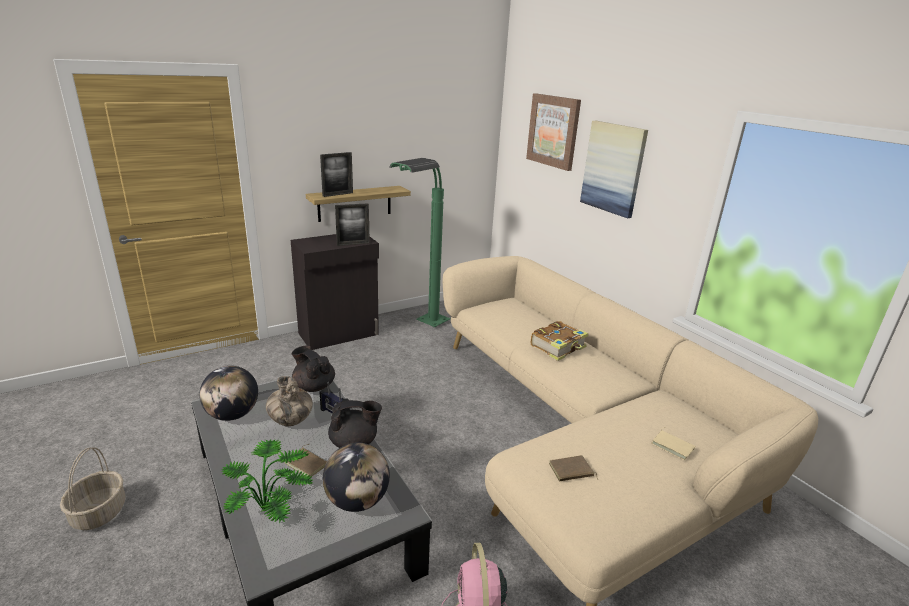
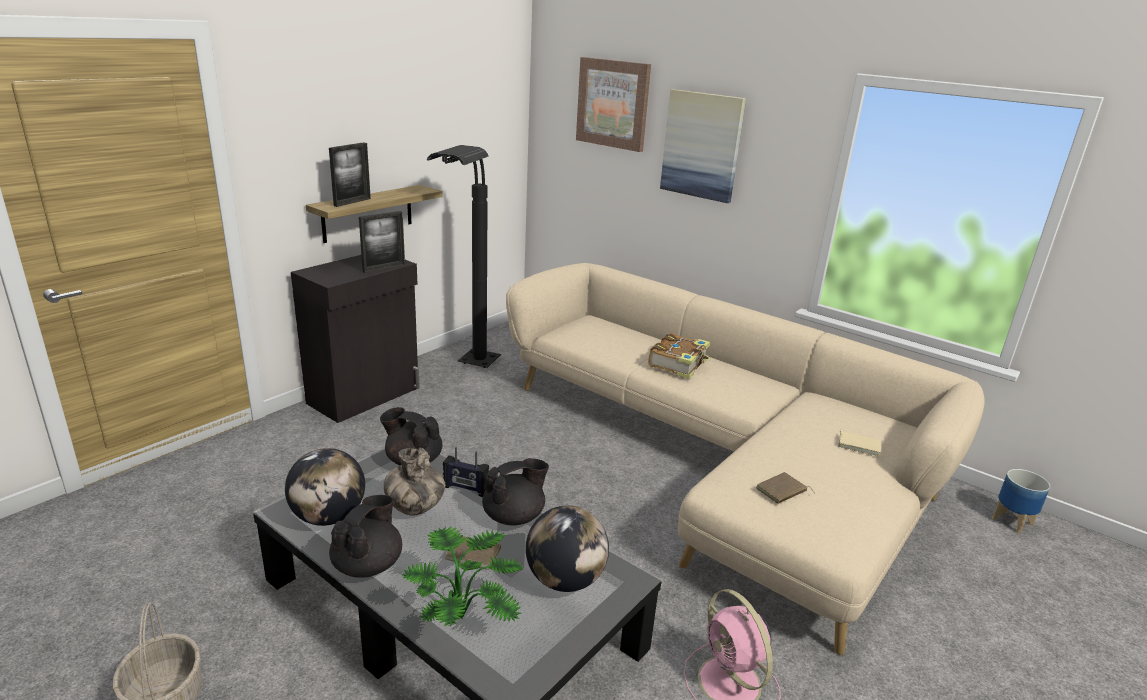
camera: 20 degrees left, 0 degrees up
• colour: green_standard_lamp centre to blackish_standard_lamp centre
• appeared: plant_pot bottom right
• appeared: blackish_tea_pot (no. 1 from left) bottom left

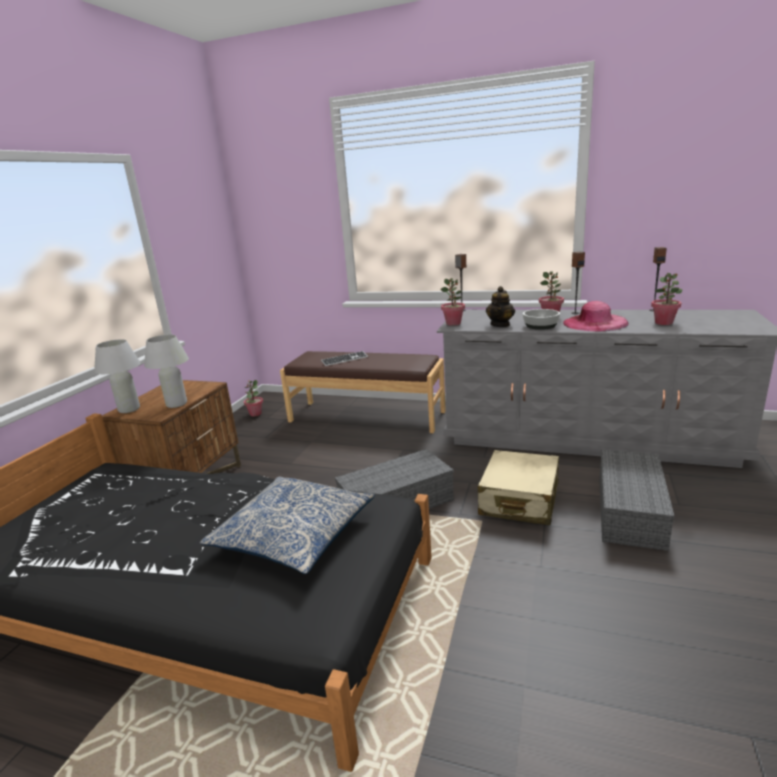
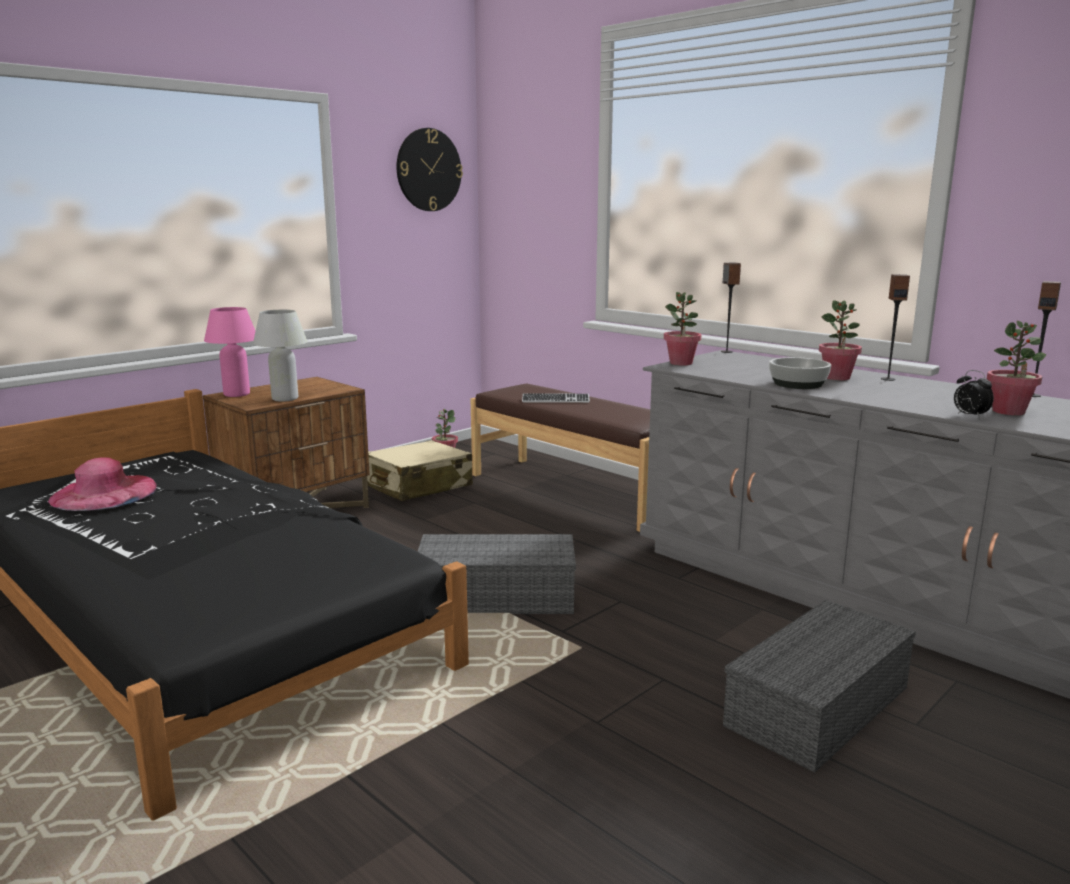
camera: 25 degrees right, 5 degrees down
• missing: tea_pot centre
• relocated: pink-coloured_hat middle right to middle left
• colour: white-coloured_table_lamp (no. 1 from left) middle left to pink-coloured_table_lamp middle left
• relocated: beige-coloured_travel_case middle right to centre
• missing: cushion bottom centre
• appeared: wall_clock top centre
• appeared: alarm_clock middle right

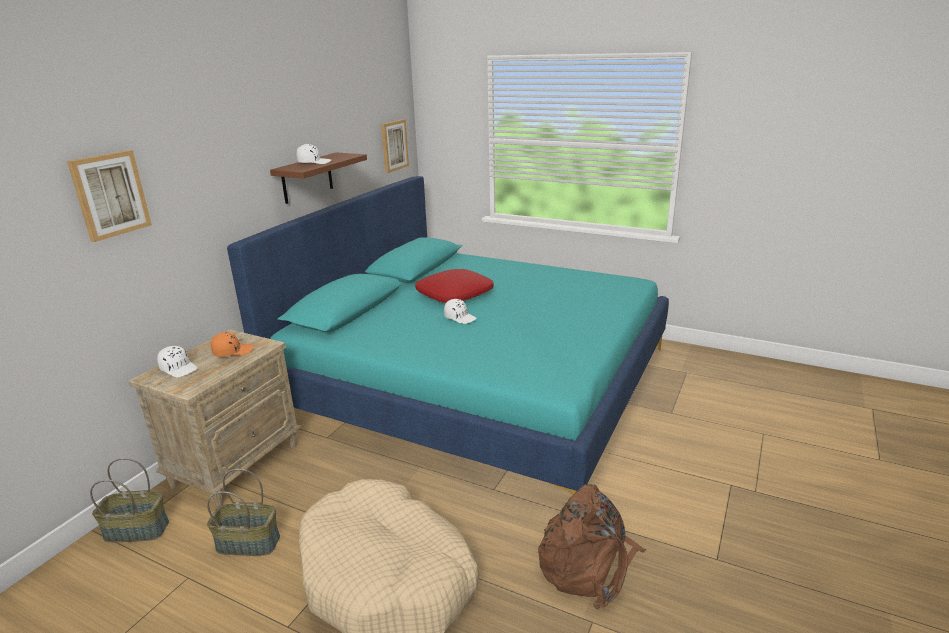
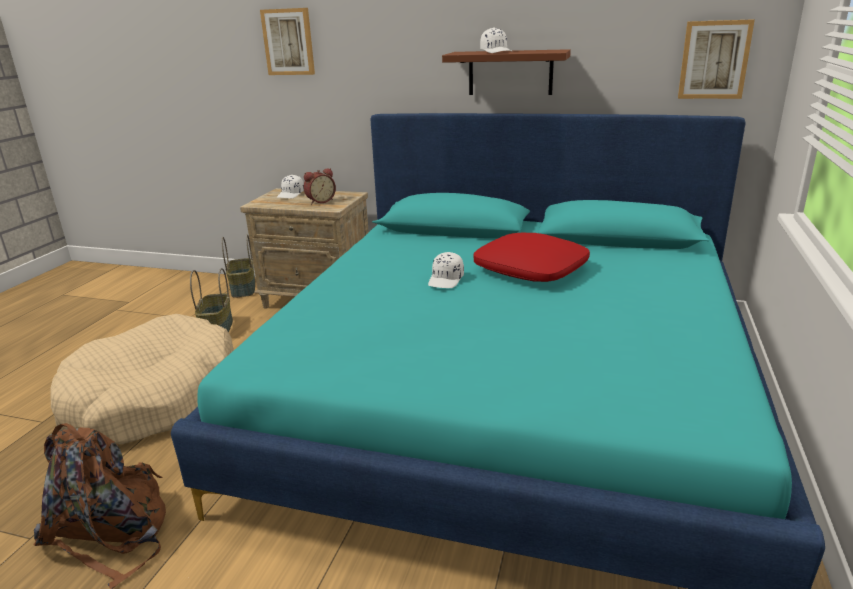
camera: 80 degrees right, 0 degrees up
• exchanged: orange_baseball_cap middle left to alarm_clock top centre

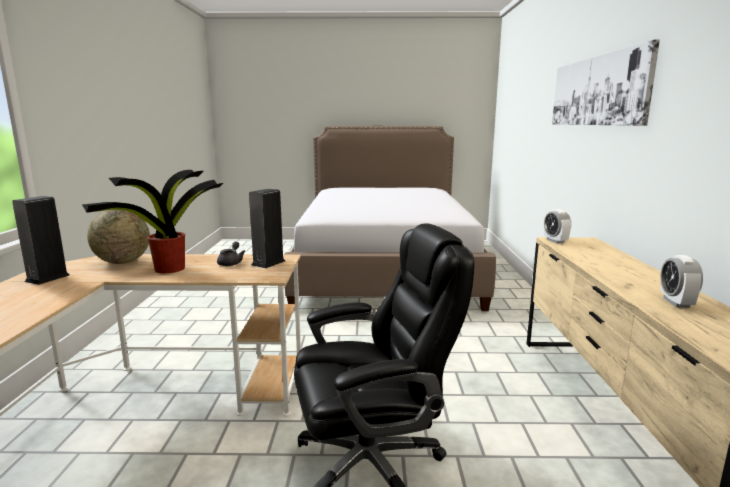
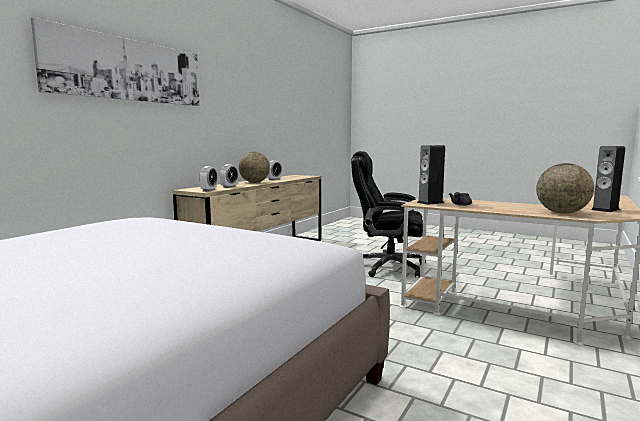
camera: 150 degrees left, 5 degrees down
• missing: potted_plant middle left
• appeared: desk_globe (no. 1 from left) centre
• appeared: alarm_clock (no. 2 from left) centre

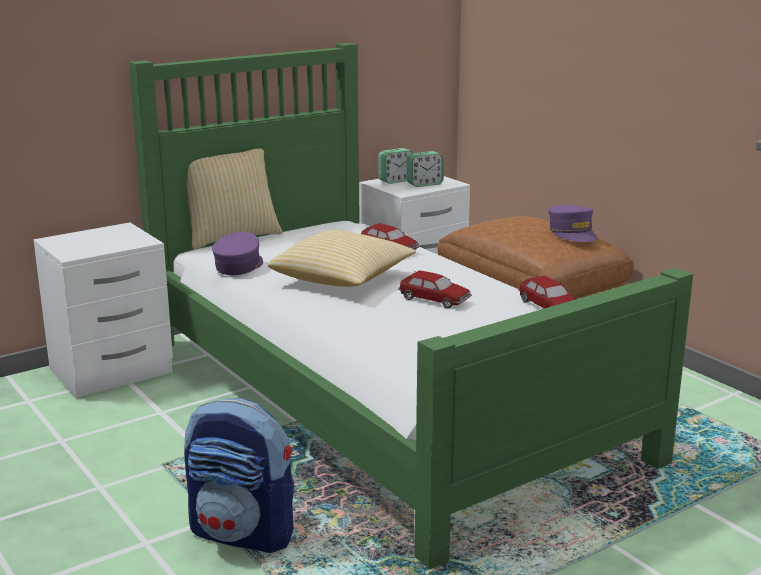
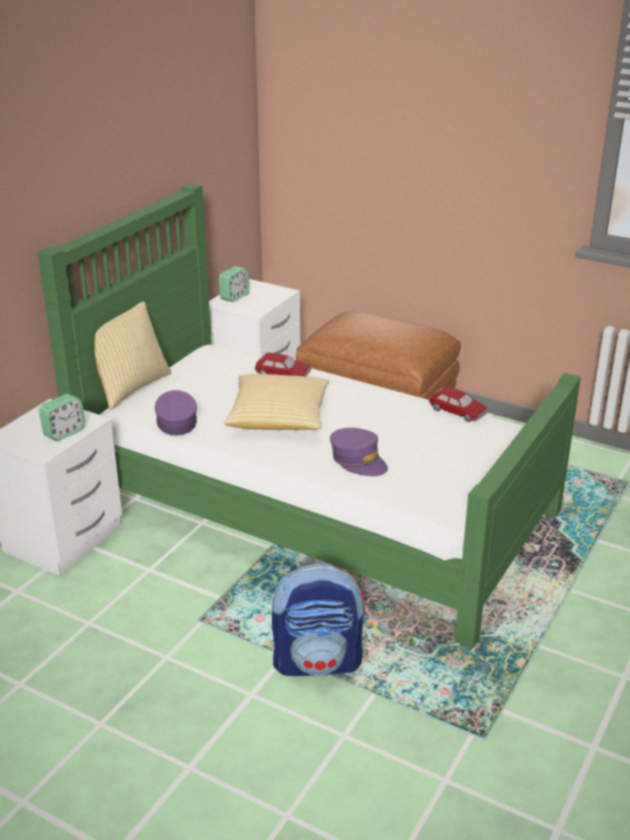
camera: 25 degrees left, 10 degrees up
• relocated: alarm_clock (no. 2 from left in the first image) top centre to alarm_clock (no. 1 from left) middle left
• relocated: purplish_baseball_cap (no. 2 from left) middle right to centre
• missing: toy_car (no. 2 from left) centre

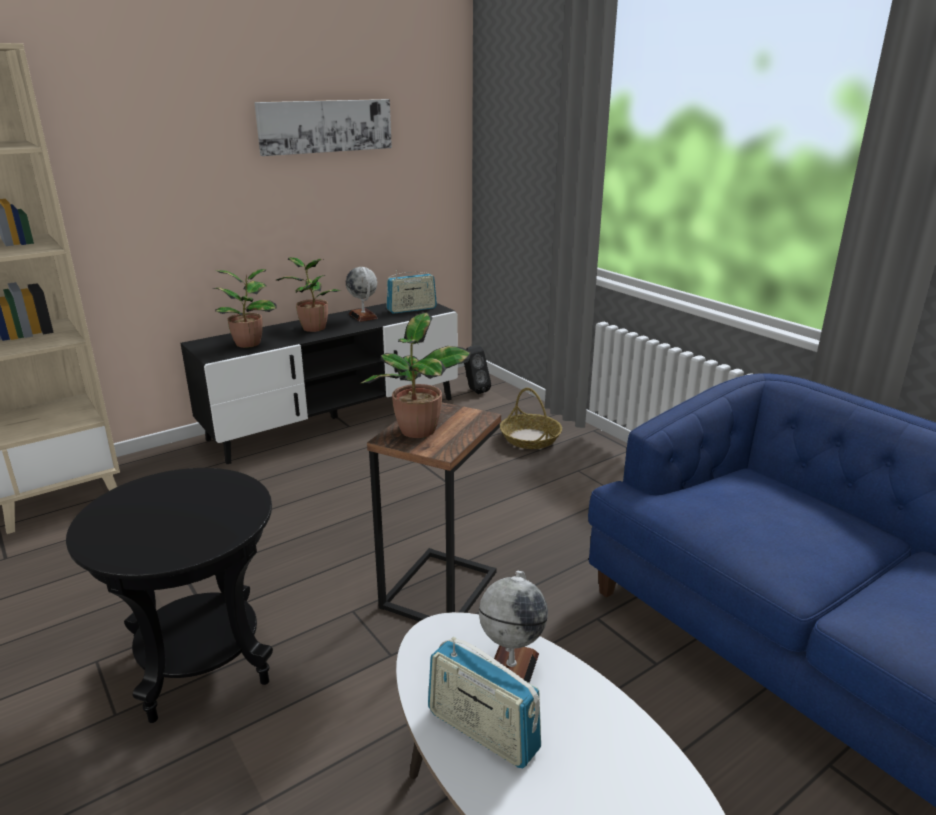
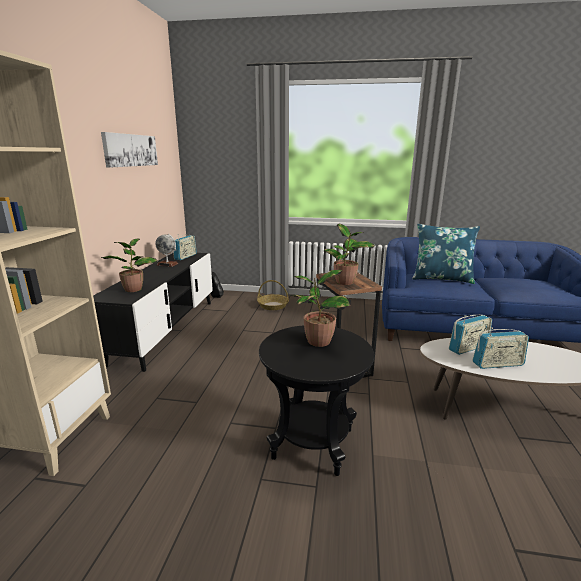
camera: 45 degrees left, 5 degrees down
• relocated: potted_plant (no. 2 from left) middle left to centre
• exchanged: desk_globe (no. 2 from left) bottom centre to radio (no. 2 from left) middle right
• appeared: blue-coloured_cushion middle right

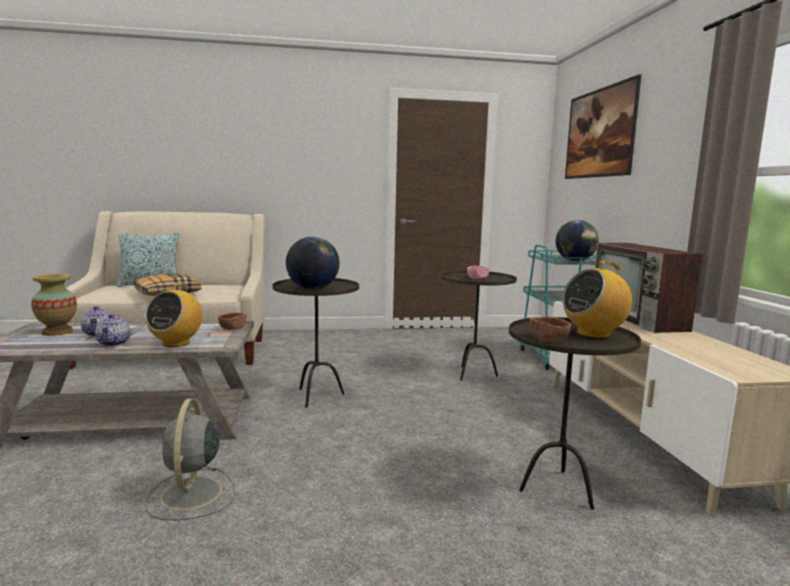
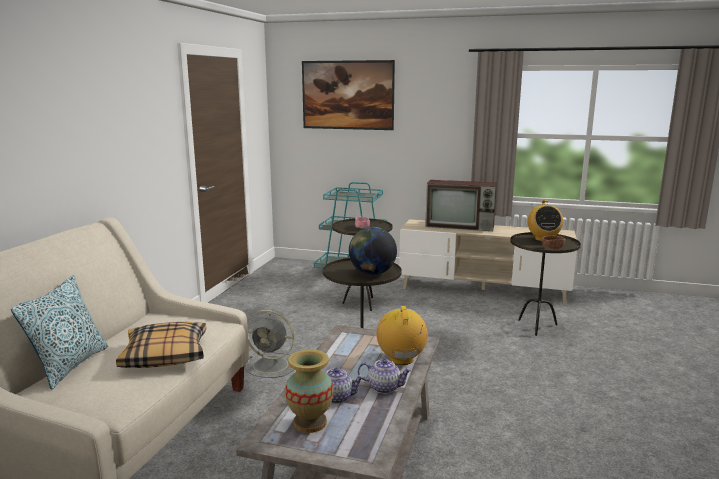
camera: 65 degrees left, 5 degrees up
• missing: desk_globe (no. 2 from left) middle right
• spun: radio (no. 1 from left) middle left = bottom centre 135 degrees counterclockwise
• missing: brown_deep_dish (no. 1 from left) middle left
• relocated: greyish_fan bottom left to bottom centre

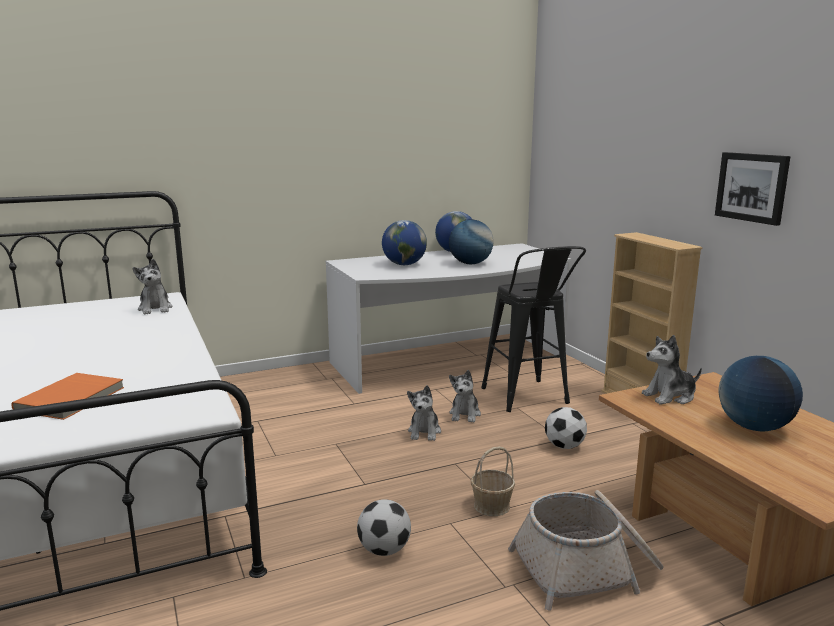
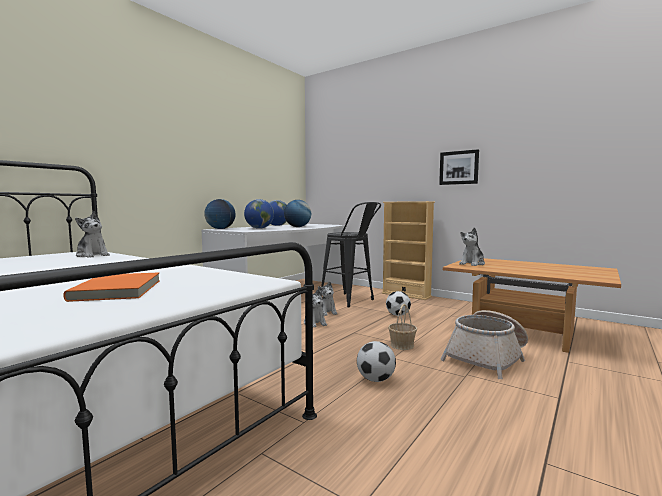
camera: 30 degrees left, 10 degrees down
• relocated: desk_globe (no. 4 from left in the first image) middle right to desk_globe (no. 1 from left) middle left

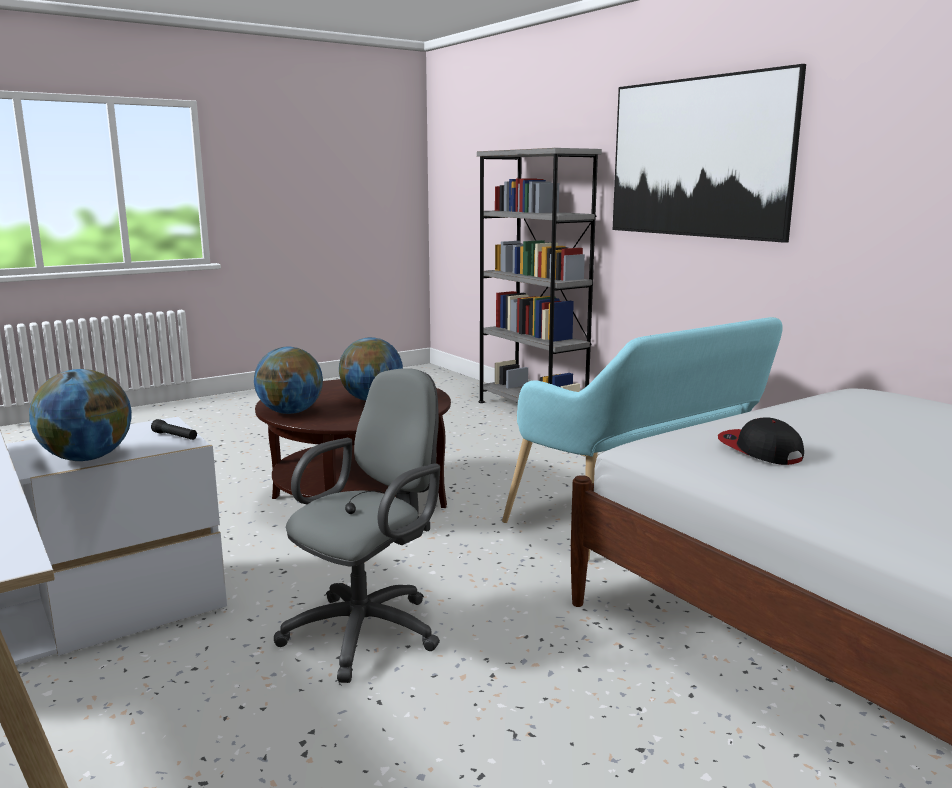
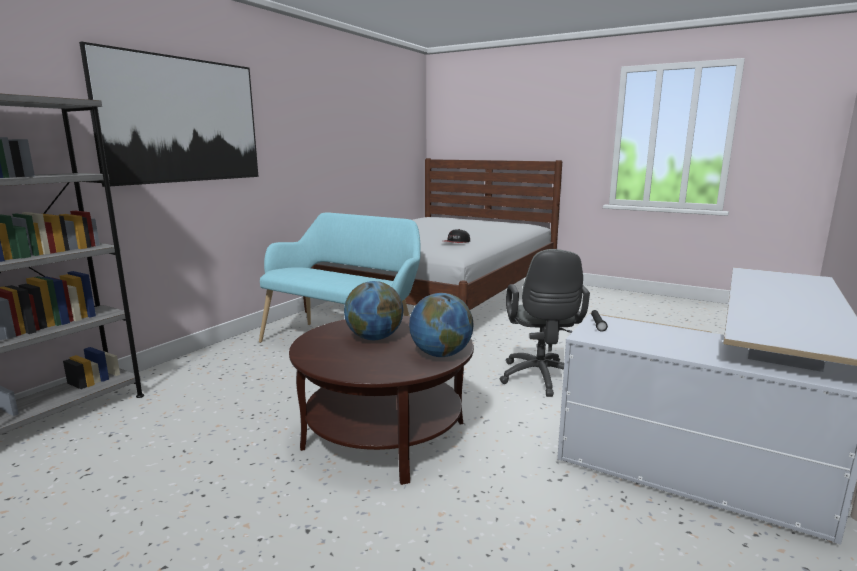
camera: 115 degrees left, 0 degrees up
• spun: greyish_office_chair centre = centre 105 degrees counterclockwise
• missing: desk_globe (no. 1 from left) middle left

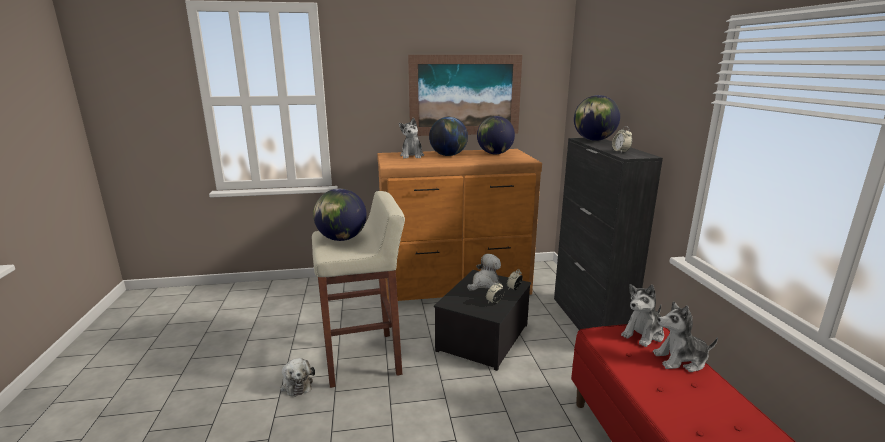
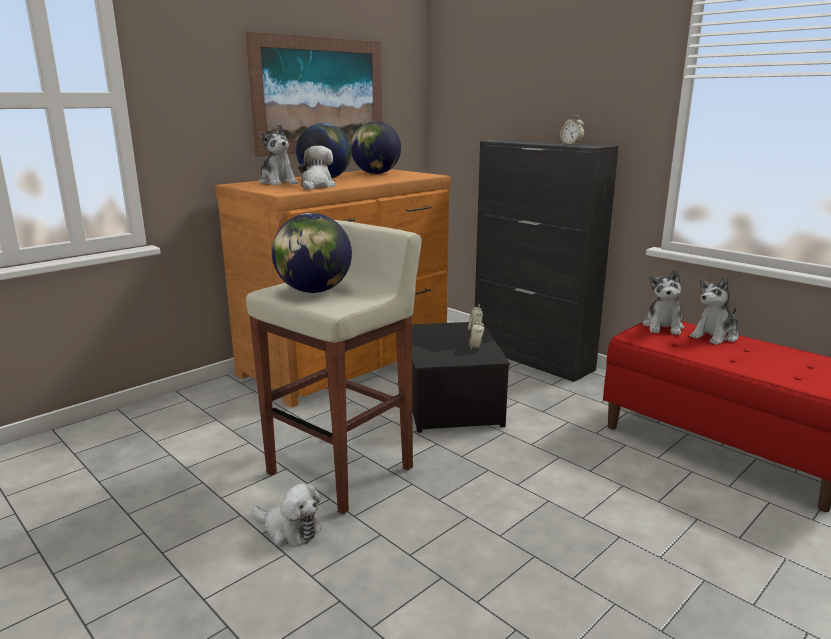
camera: 35 degrees left, 0 degrees up
• missing: desk_globe (no. 4 from left) top right
• relocated: plush_toy (no. 3 from left) centre to top centre

